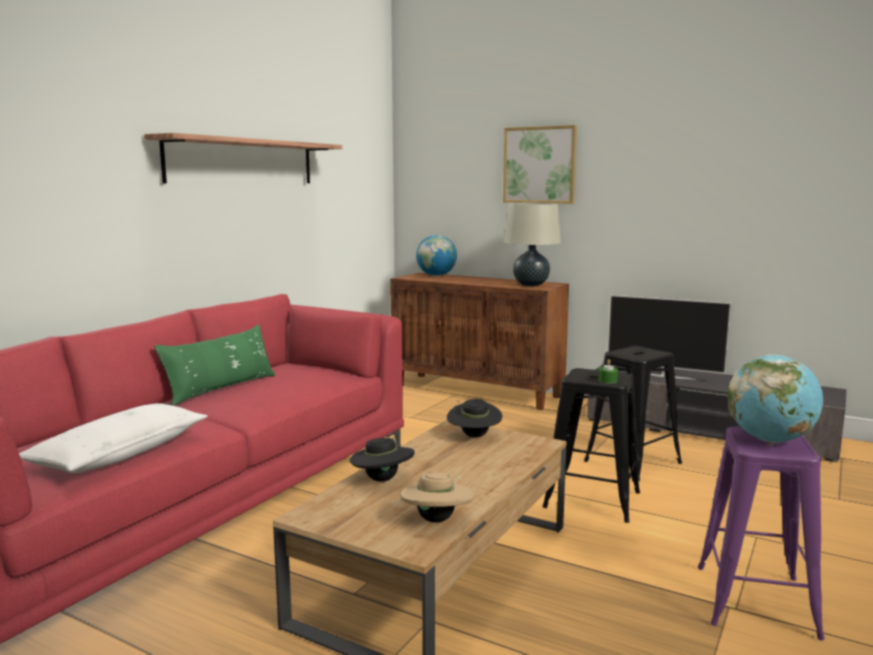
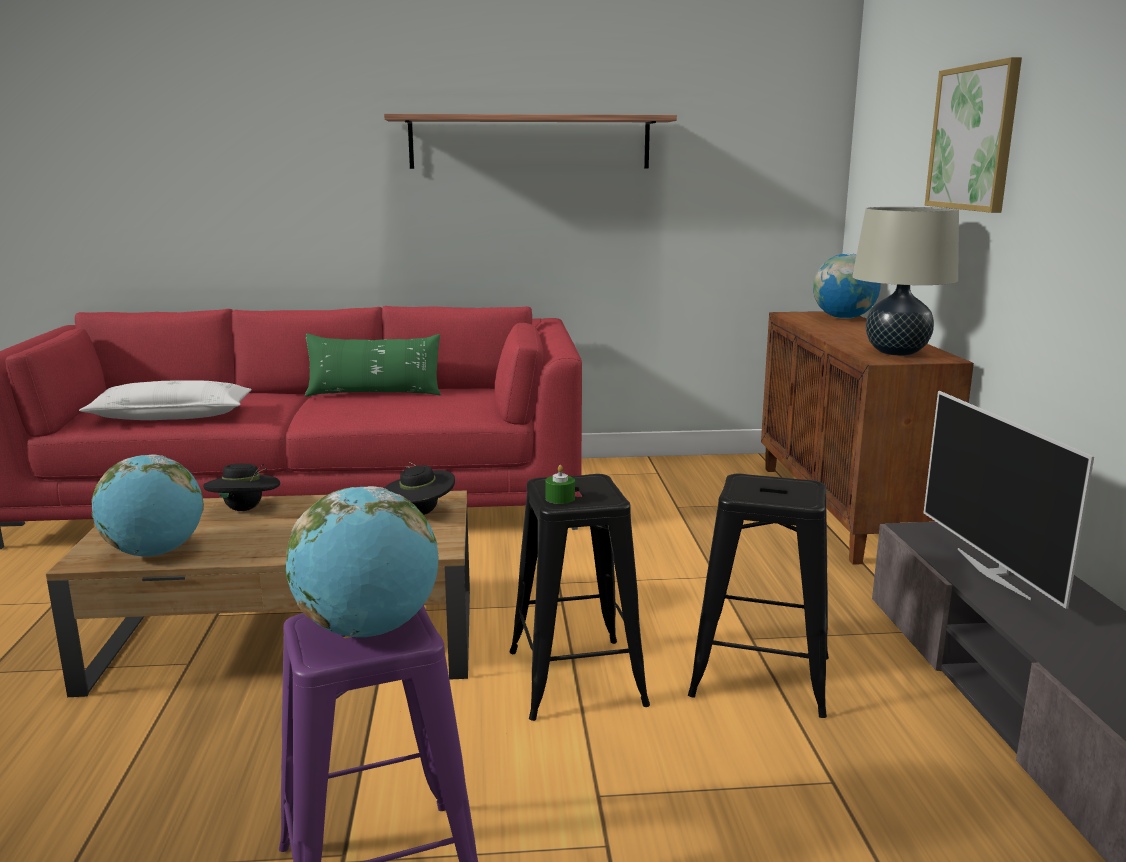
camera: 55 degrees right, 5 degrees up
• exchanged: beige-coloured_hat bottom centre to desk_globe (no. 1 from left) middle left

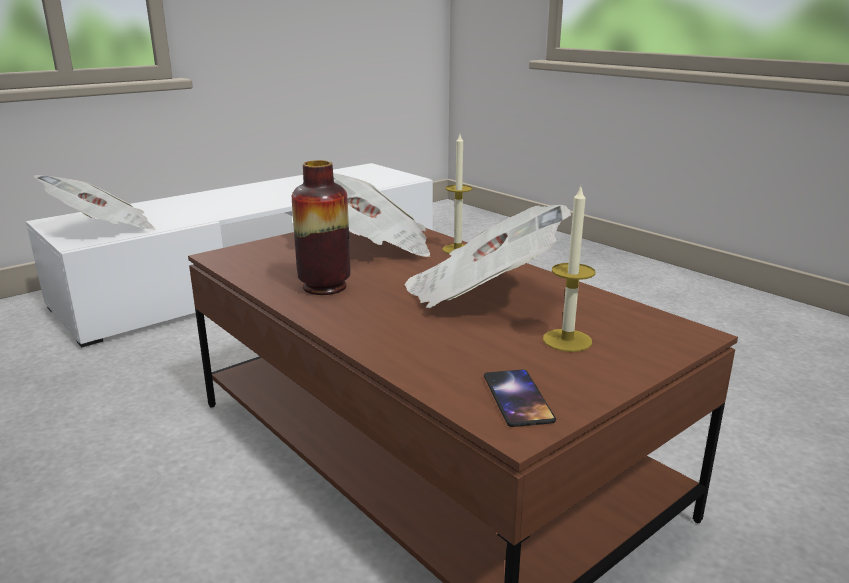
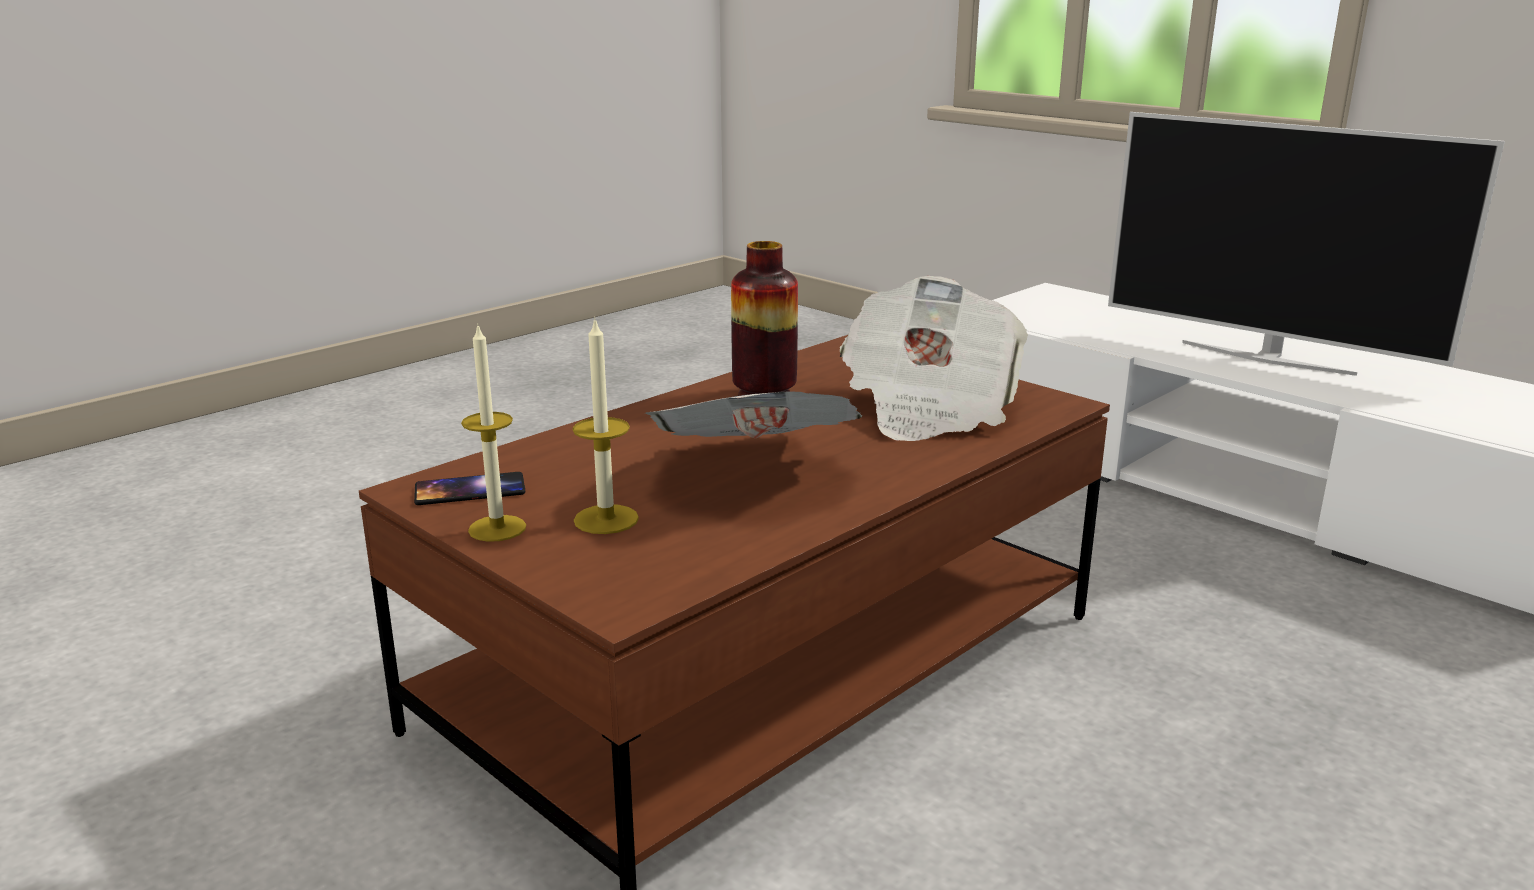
camera: 85 degrees right, 0 degrees up
• relocated: candle (no. 1 from left) top centre to middle left
• missing: newspaper (no. 1 from left) middle left
• appeared: TV_set top right

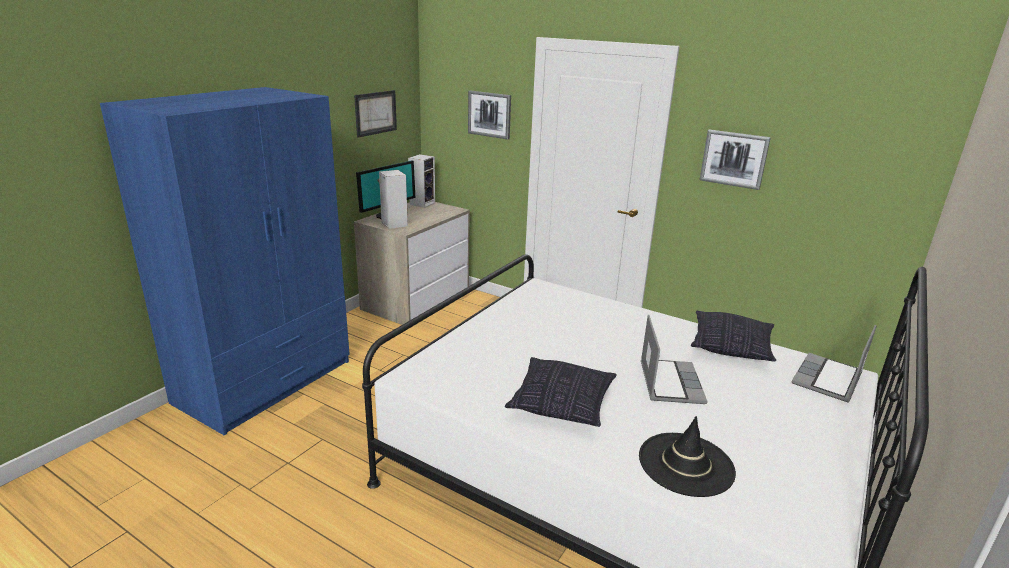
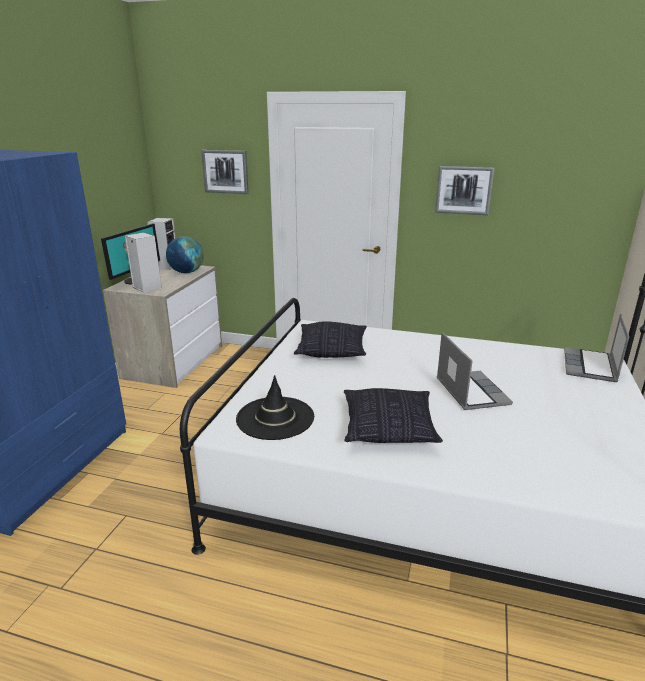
camera: 15 degrees left, 0 degrees up
• missing: wall_art (no. 1 from left) top centre
• relocated: cushion (no. 2 from left in the first image) middle right to cushion (no. 1 from left) centre
• relocated: blackish_hat bottom right to centre
• appeared: desk_globe middle left

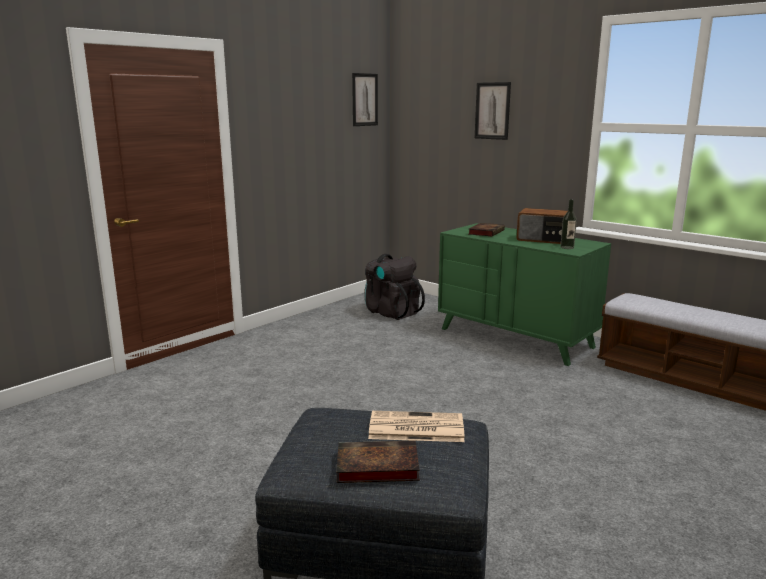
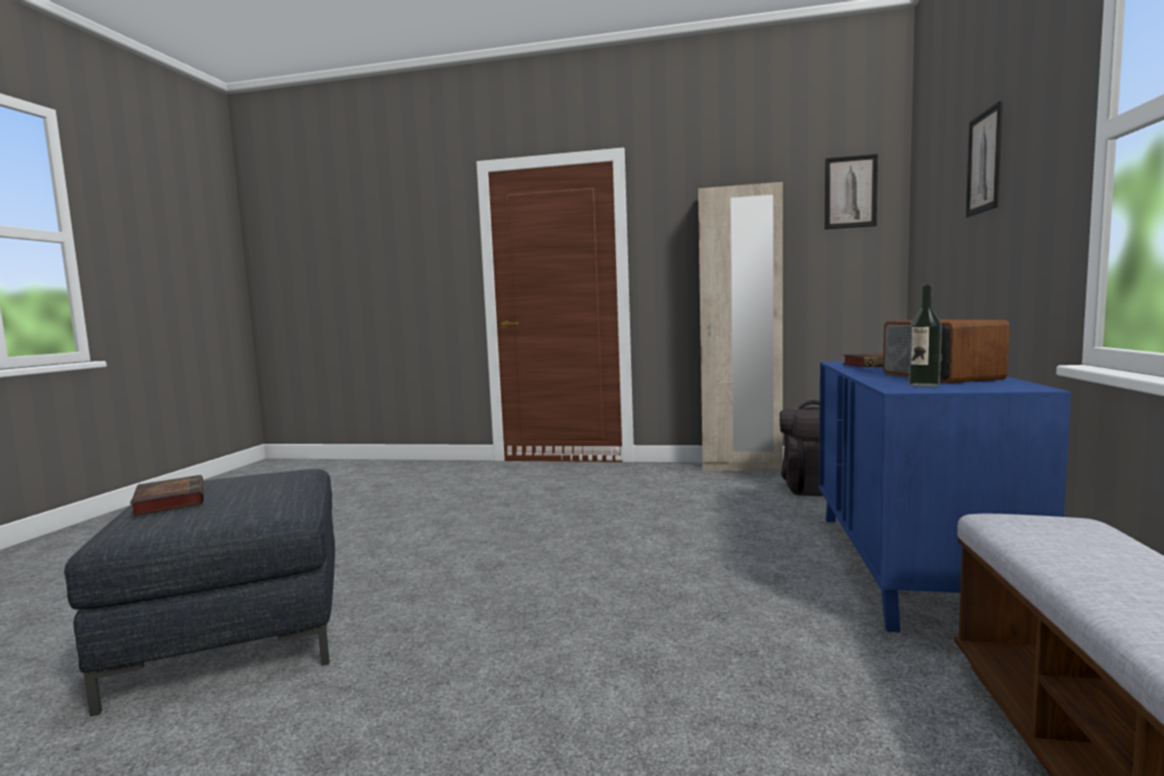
camera: 60 degrees right, 10 degrees down
• colour: green_dresser middle right to blue-coloured_dresser middle right
• missing: newspaper bottom centre
• appeared: beige-coloured_armoire centre

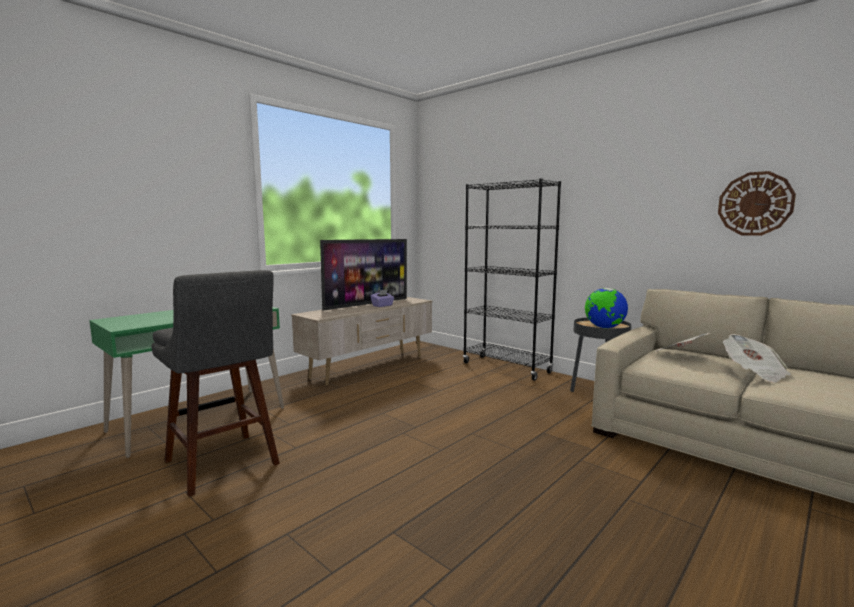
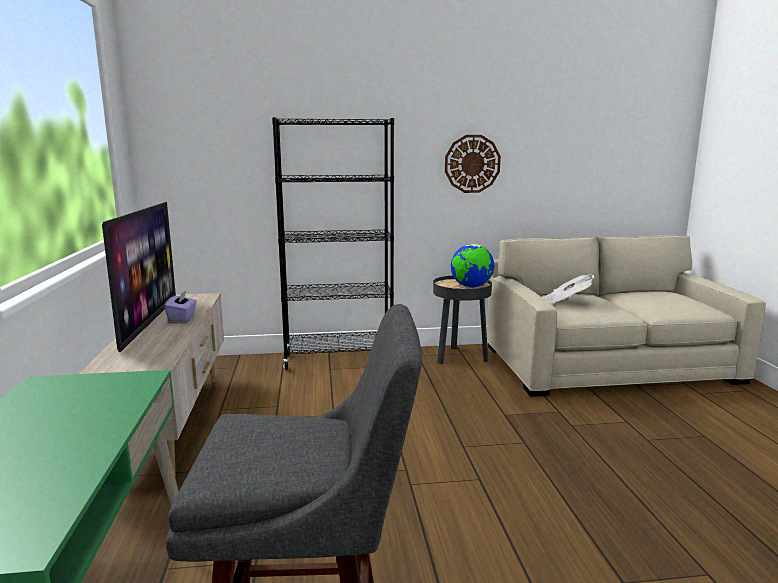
camera: 50 degrees left, 5 degrees up
• relocated: wall_clock middle right to top centre
• missing: newspaper (no. 2 from left) middle right

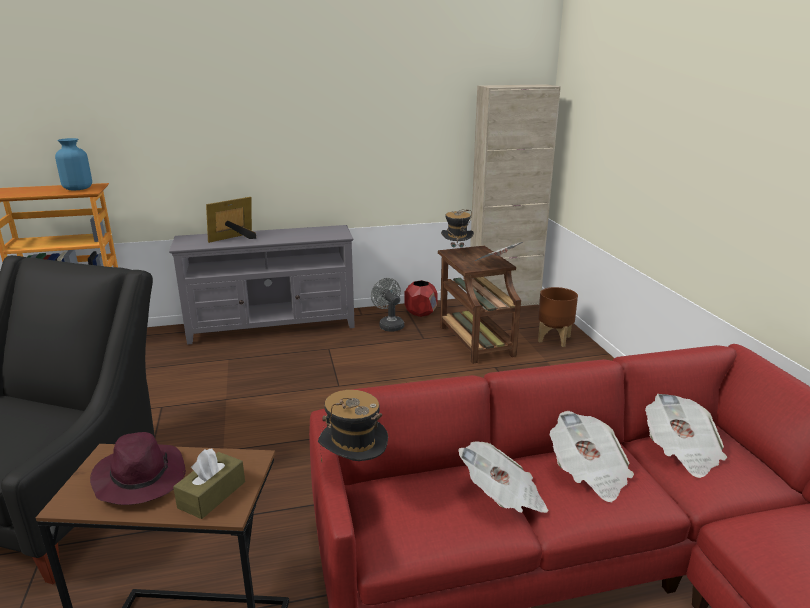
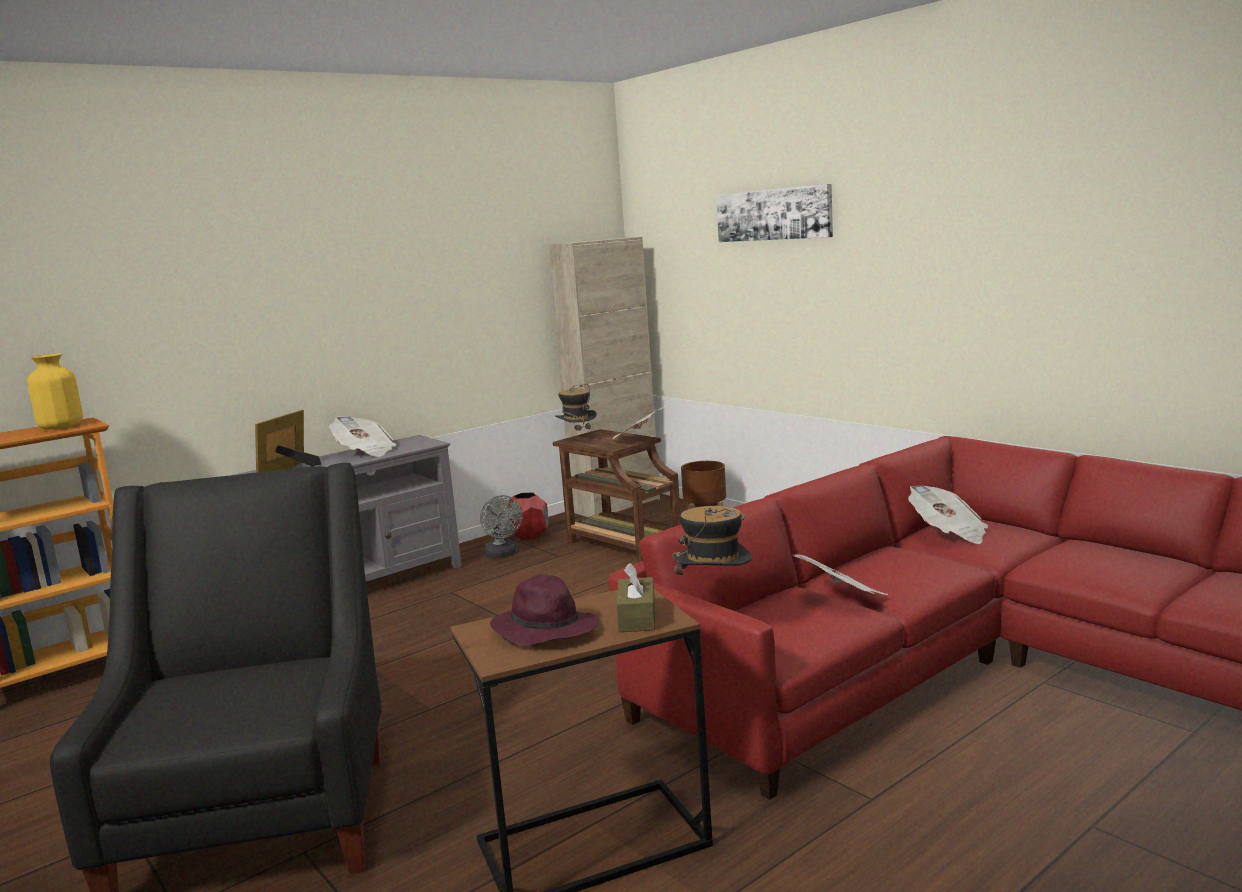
camera: 25 degrees left, 10 degrees down
• colour: blue-coloured_flower_vase top left to yellowish_flower_vase middle left
• spun: greyish_fan centre = centre 150 degrees counterclockwise
• relocated: newspaper (no. 3 from left in the first image) bottom right to newspaper (no. 1 from left) middle left
• appeared: wall_art top centre

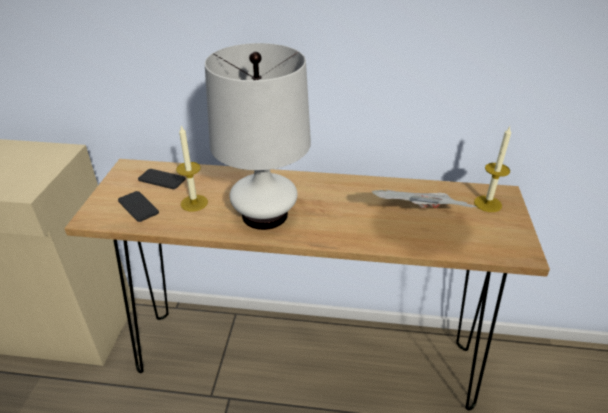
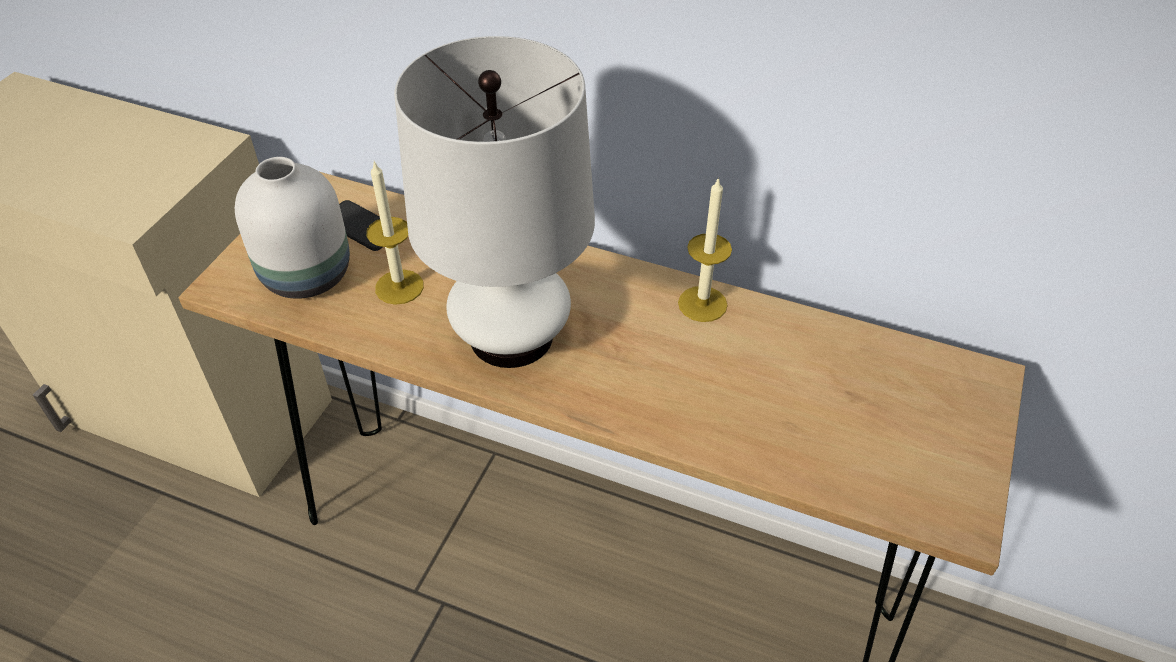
camera: 15 degrees right, 10 degrees up
• relocated: candle (no. 2 from left) middle right to centre
• missing: newspaper middle right
• exchanged: handset (no. 1 from left) middle left to white-coloured_flower_vase middle left

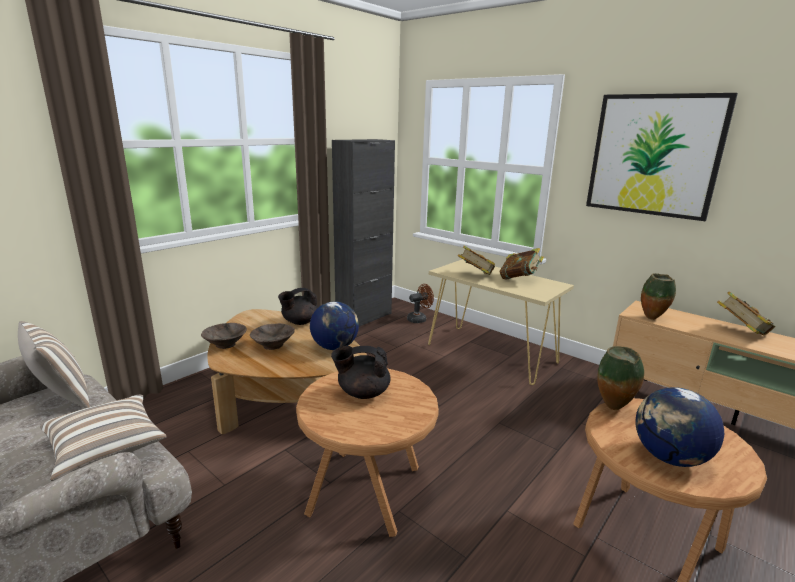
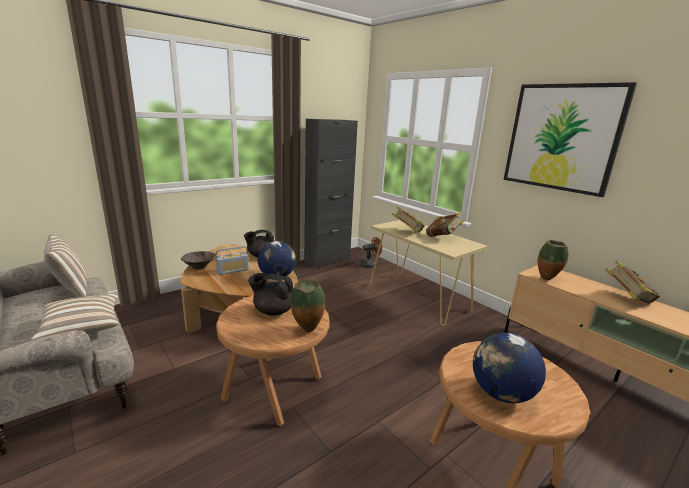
camera: 10 degrees right, 0 degrees up
• exchanged: brown_deep_dish (no. 2 from left) centre to radio centre
• relocated: flower_vase (no. 1 from left) middle right to centre

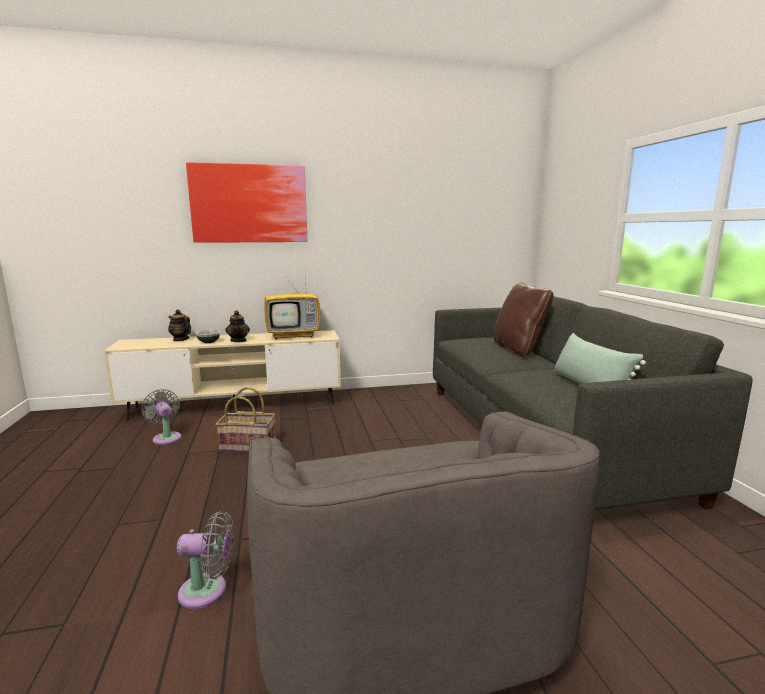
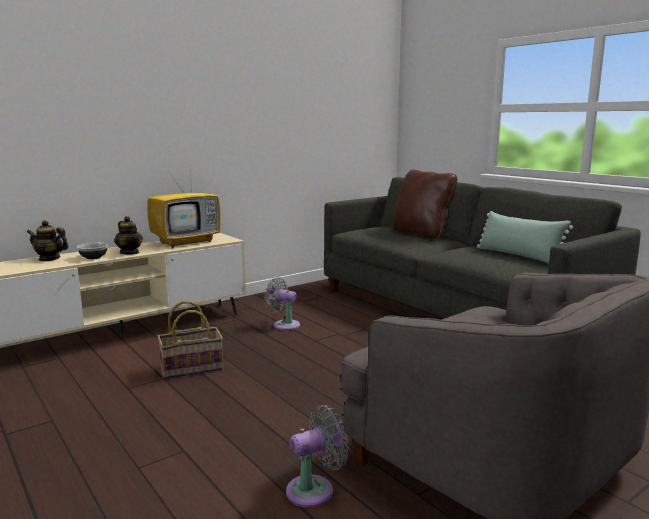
camera: 25 degrees left, 0 degrees up
• missing: wall_art top left
• relocated: greyish_fan (no. 1 from left) middle left to centre

